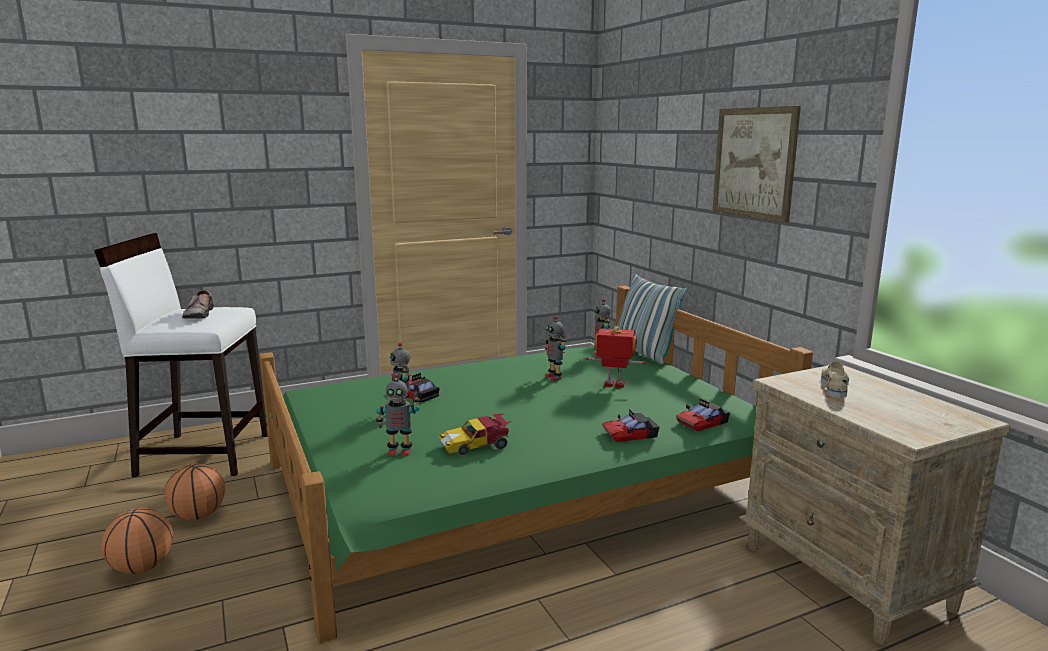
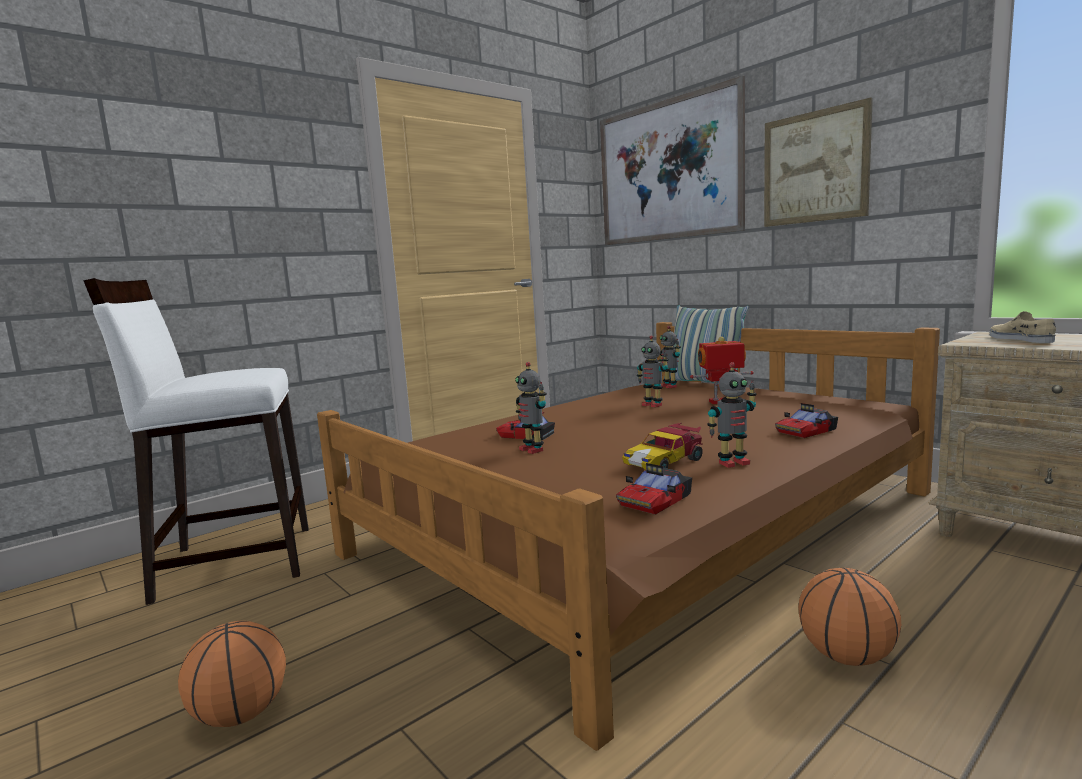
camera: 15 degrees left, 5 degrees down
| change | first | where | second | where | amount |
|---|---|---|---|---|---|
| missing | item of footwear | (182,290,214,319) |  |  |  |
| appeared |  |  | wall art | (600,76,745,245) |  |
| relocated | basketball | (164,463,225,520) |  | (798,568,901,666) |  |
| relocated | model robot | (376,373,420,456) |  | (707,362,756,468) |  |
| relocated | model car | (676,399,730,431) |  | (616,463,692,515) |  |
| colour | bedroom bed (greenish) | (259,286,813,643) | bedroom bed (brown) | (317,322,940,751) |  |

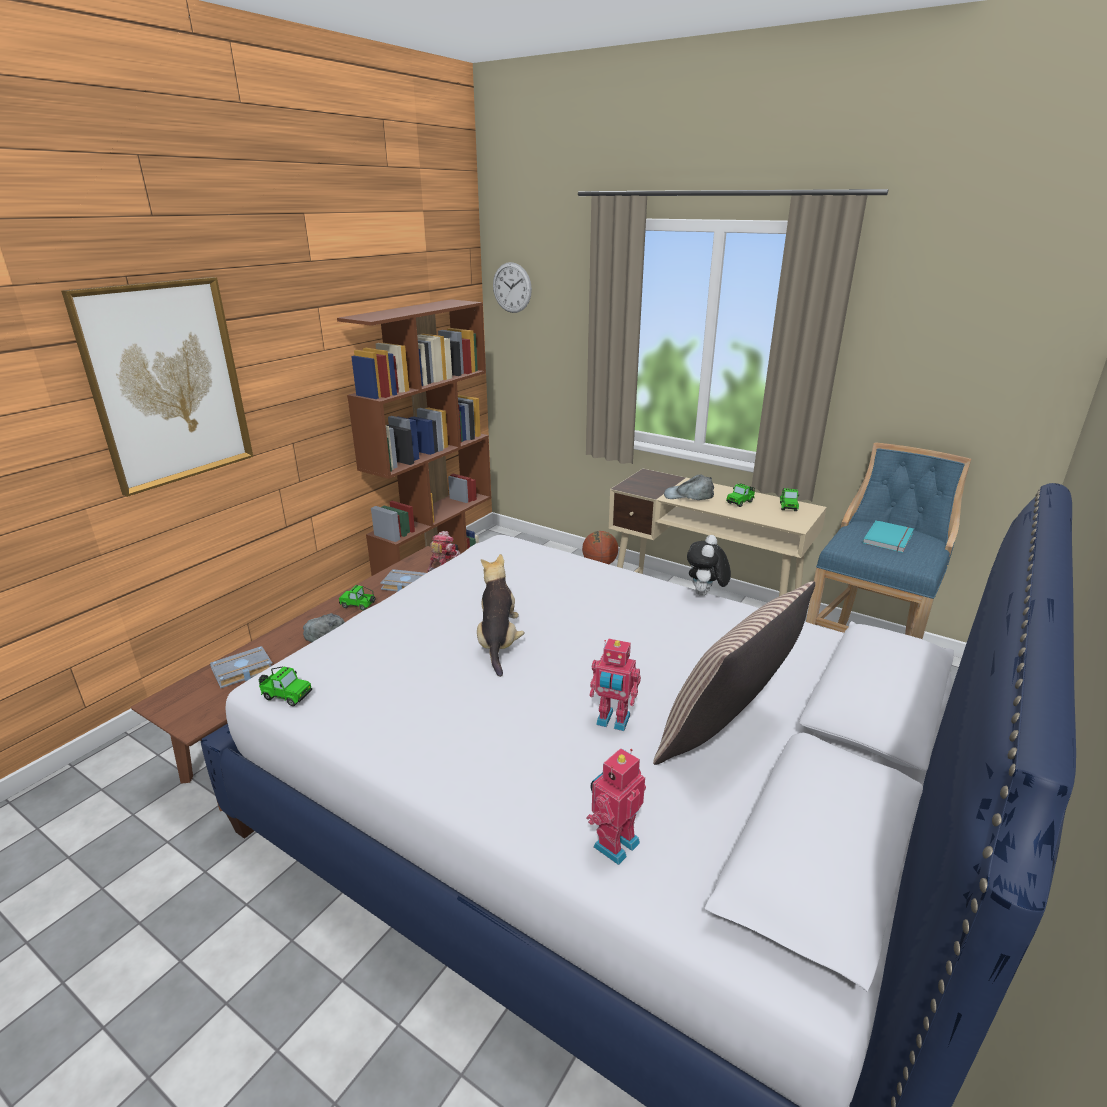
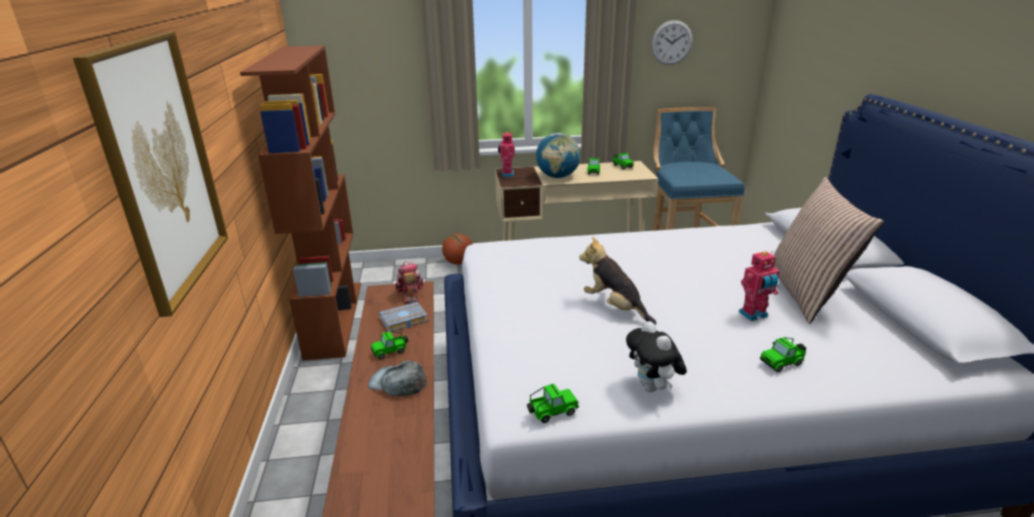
camera: 40 degrees left, 0 degrees up
| change | first | where | second | where | amount |
|---|---|---|---|---|---|
| missing | bound book (greyish) | (210,646,272,688) |  |  |  |
| missing | bound book (blue-green) | (863,520,914,553) |  |  |  |
| appeared |  |  | model car | (760,337,806,372) |  |
| relocated | clock on the wall | (493,262,532,313) |  | (651,20,692,65) |  |
| relocated | model robot | (586,748,646,865) |  | (498,131,515,177) |  |
| relocated | cuddly toy | (687,535,731,596) |  | (626,321,687,392) |  |
| exchanged | cap (greyish) | (664,474,714,500) | globe | (536,133,581,178) |  |

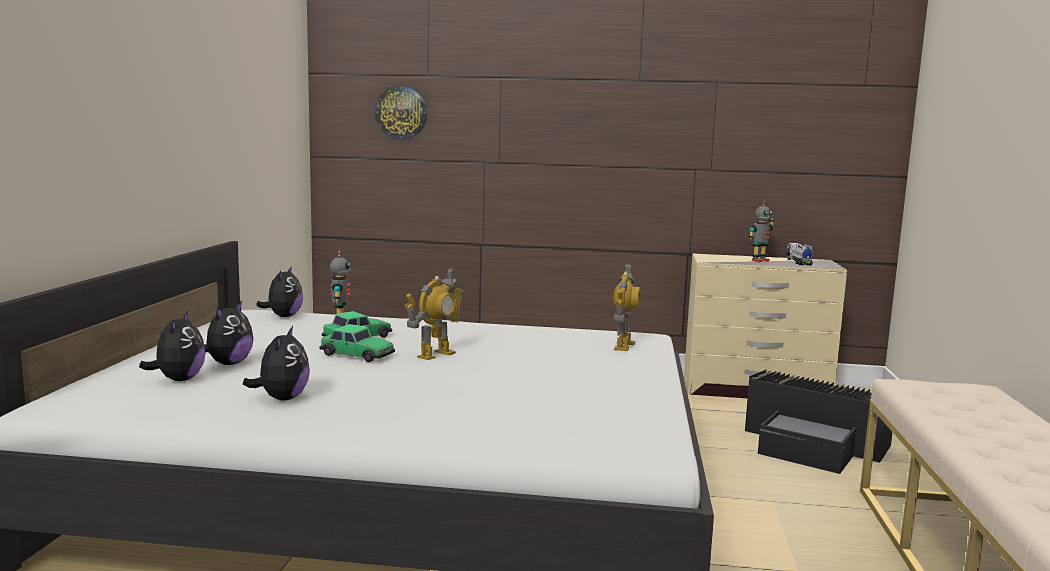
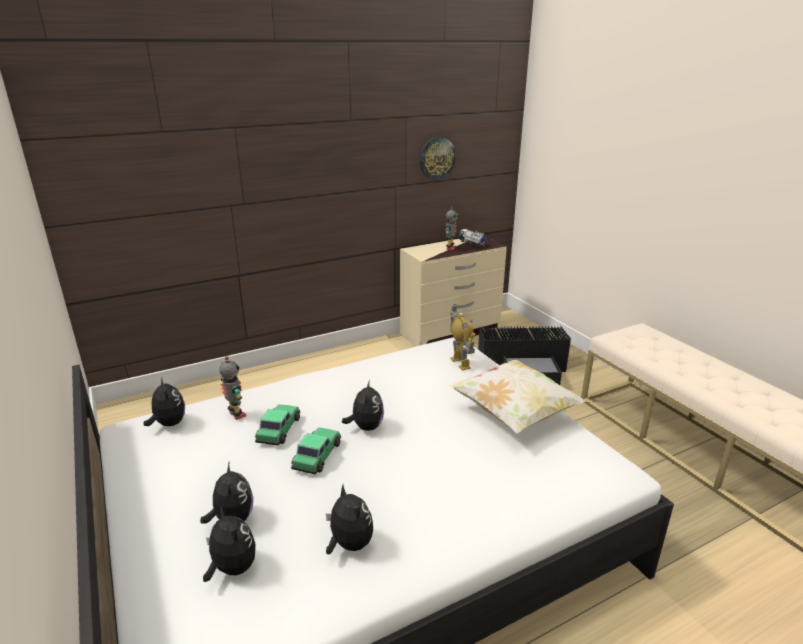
camera: 35 degrees left, 15 degrees up
| change | first | where | second | where | amount |
|---|---|---|---|---|---|
| appeared |  |  | throw pillow | (449,360,586,434) |  |
| relocated | clock on the wall | (375,86,427,140) |  | (419,137,456,180) |  |
| exchanged | model robot | (405,268,465,360) | cuddly toy | (342,379,384,431) |  |
| spun | model car | (319,324,395,362) |  | (291,427,341,474) | 60 degrees counterclockwise |

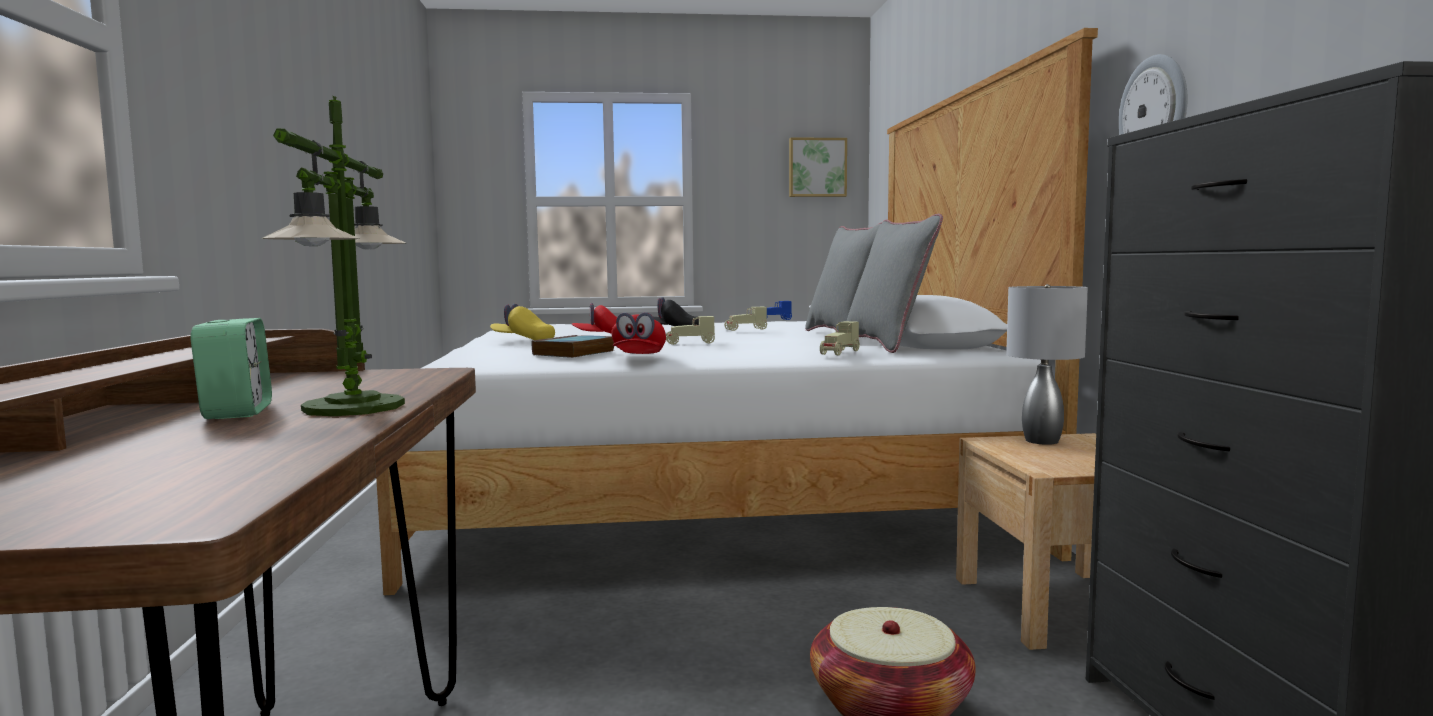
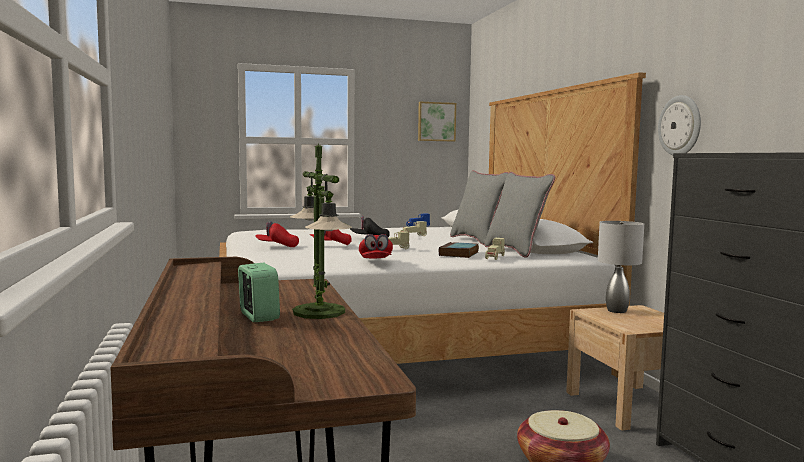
camera: 10 degrees left, 0 degrees up
| change | first | where | second | where | amount |
|---|---|---|---|---|---|
| relocated | bound book | (532,335,615,358) |  | (439,242,479,258) |  |
| colour | cap (yellow-coloured) | (490,304,555,340) | cap (red) | (255,221,299,247) |  |

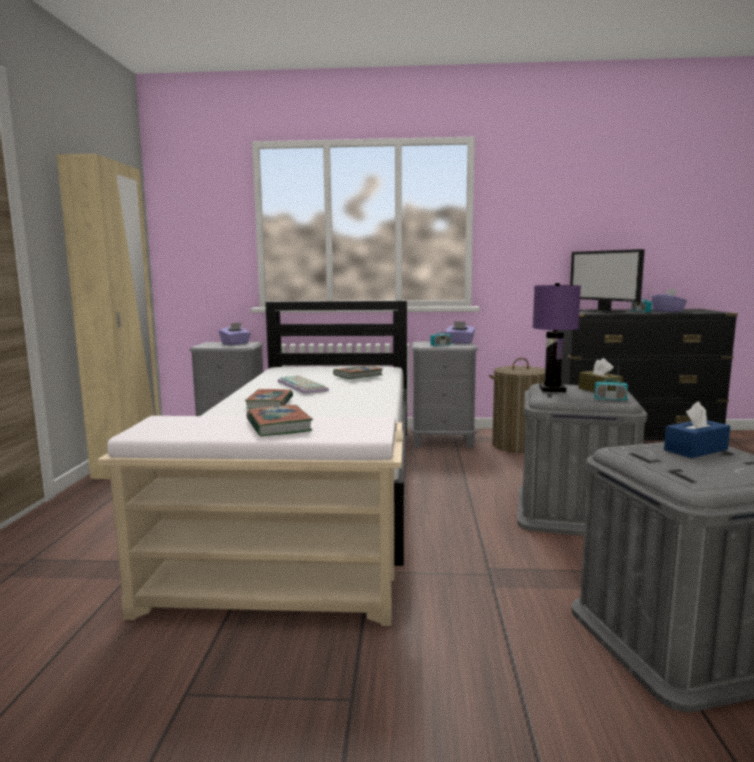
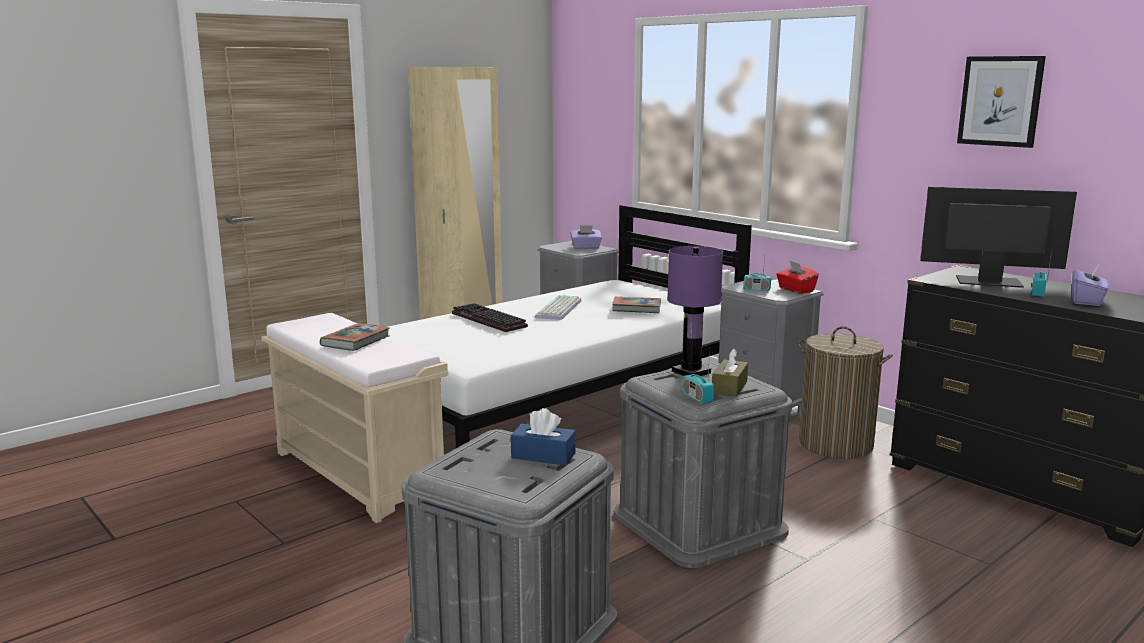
camera: 45 degrees right, 5 degrees up
| change | first | where | second | where | amount |
|---|---|---|---|---|---|
| appeared |  |  | wall art | (957,56,1046,148) |  |
| exchanged | bound book | (245,389,293,409) | computer keyboard | (452,303,528,332) |  |
| colour | tissue box (purple-coloured) | (445,321,475,344) | tissue box (red) | (776,261,819,294) |  |
| spun | computer screen | (570,249,645,313) |  | (920,186,1077,288) | 90 degrees clockwise |

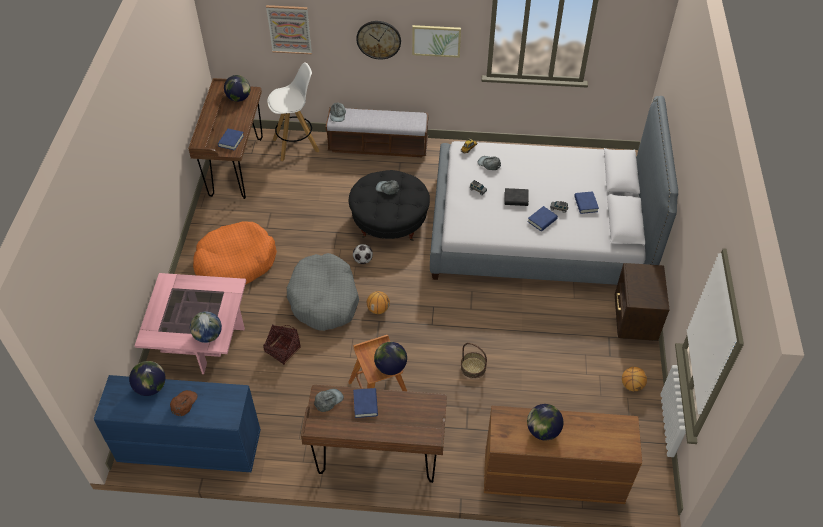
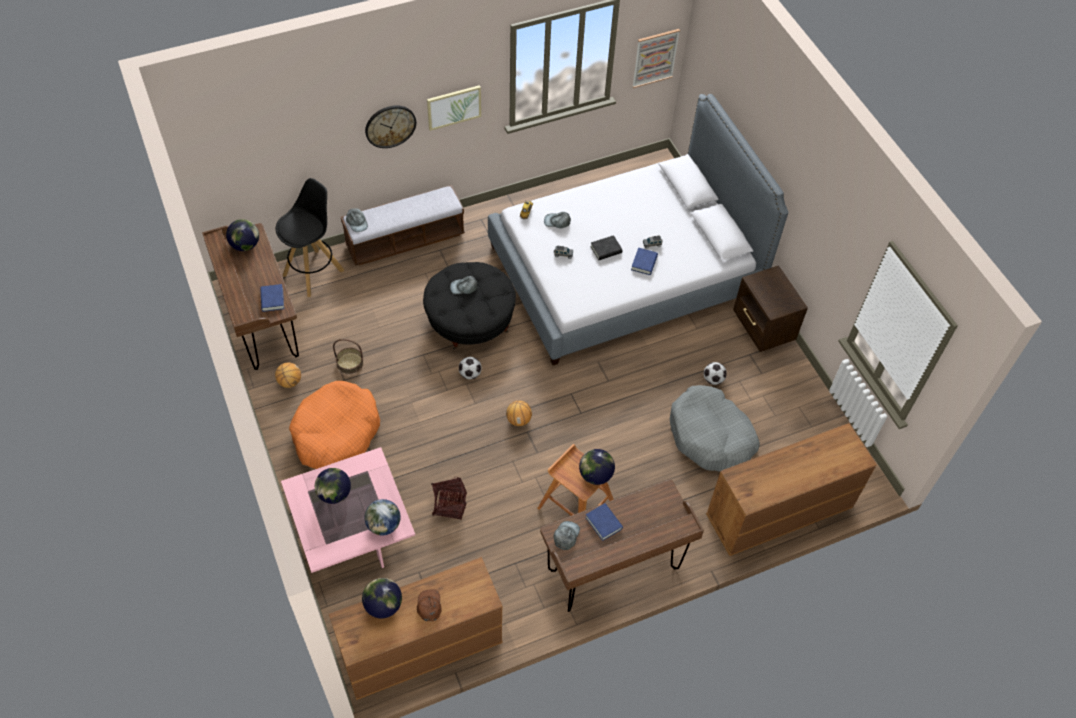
camera: 30 degrees left, 5 degrees up
| change | first | where | second | where | amount |
|---|---|---|---|---|---|
| missing | bound book (blue) | (574,191,599,214) |  |  |  |
| appeared |  |  | ball for football | (704,362,727,385) |  |
| relocated | wall art | (266,5,312,54) |  | (632,29,680,88) |  |
| relocated | dog cushion (greyish) | (287,253,359,331) |  | (670,385,760,472) |  |
| relocated | basket | (461,343,487,379) |  | (333,339,363,374) |  |
| relocated | globe | (527,404,563,440) |  | (315,468,351,504) |  |
| relocated | basketball | (622,367,647,391) |  | (275,362,301,388) |  |
| colour | dresser (blue) | (94,375,261,472) | dresser (brown) | (329,557,502,700) |  |
| colour | sitting stool (white) | (267,63,319,161) | sitting stool (blackish) | (276,178,344,297) |  |

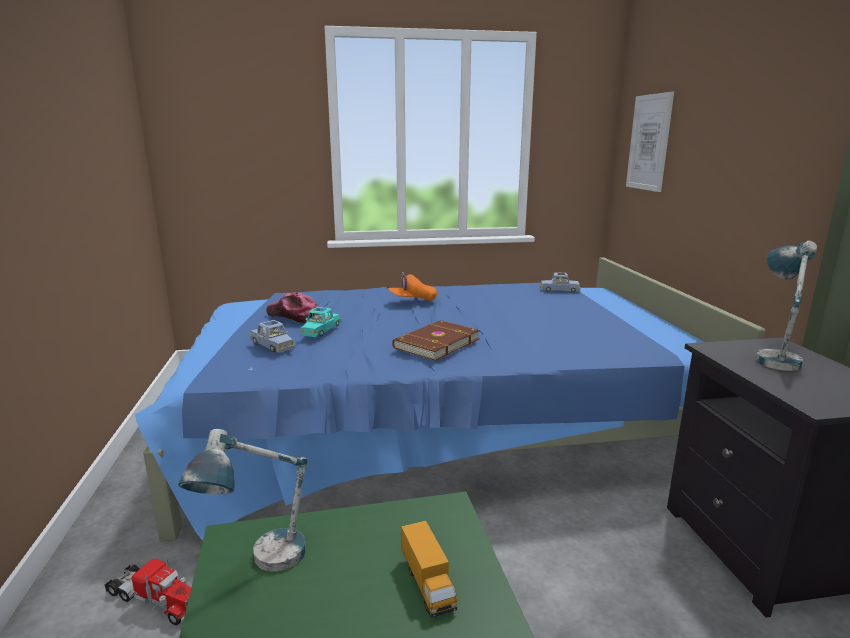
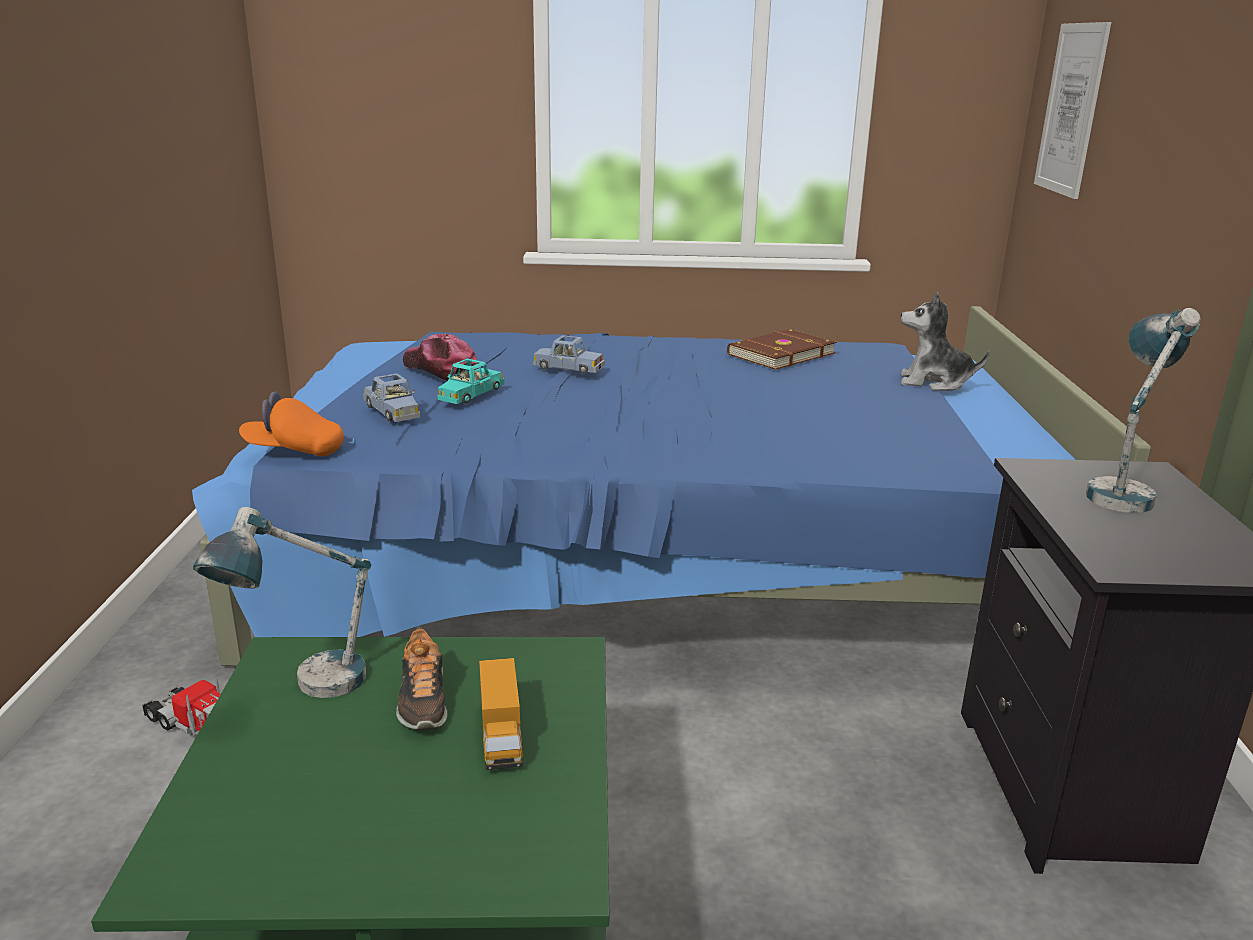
camera: 10 degrees right, 5 degrees up
| change | first | where | second | where | amount |
|---|---|---|---|---|---|
| appeared |  |  | item of footwear | (396,627,448,730) |  |
| appeared |  |  | cuddly toy | (901,292,990,391) |  |
| relocated | cap (orange-coloured) | (388,272,437,301) |  | (239,391,344,456) |  |
| relocated | bound book (brown) | (392,320,480,361) |  | (727,329,836,370) |  |
| relocated | model car (blue) | (541,272,581,293) |  | (533,335,605,374) |  |

